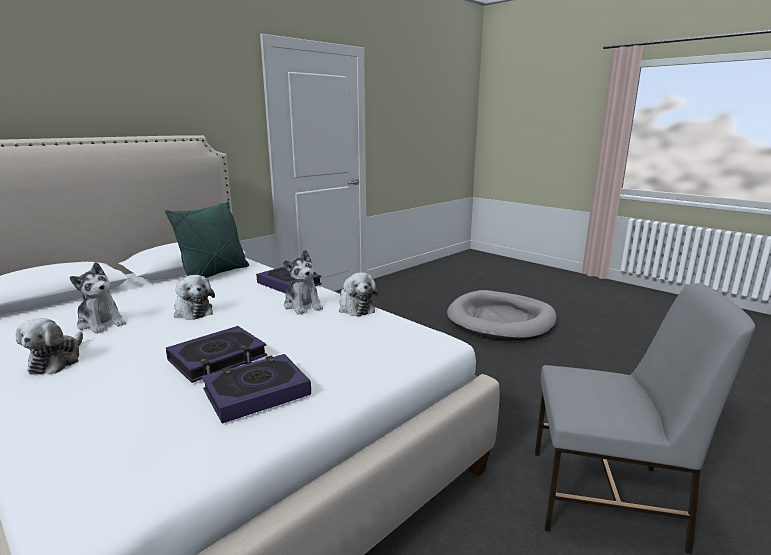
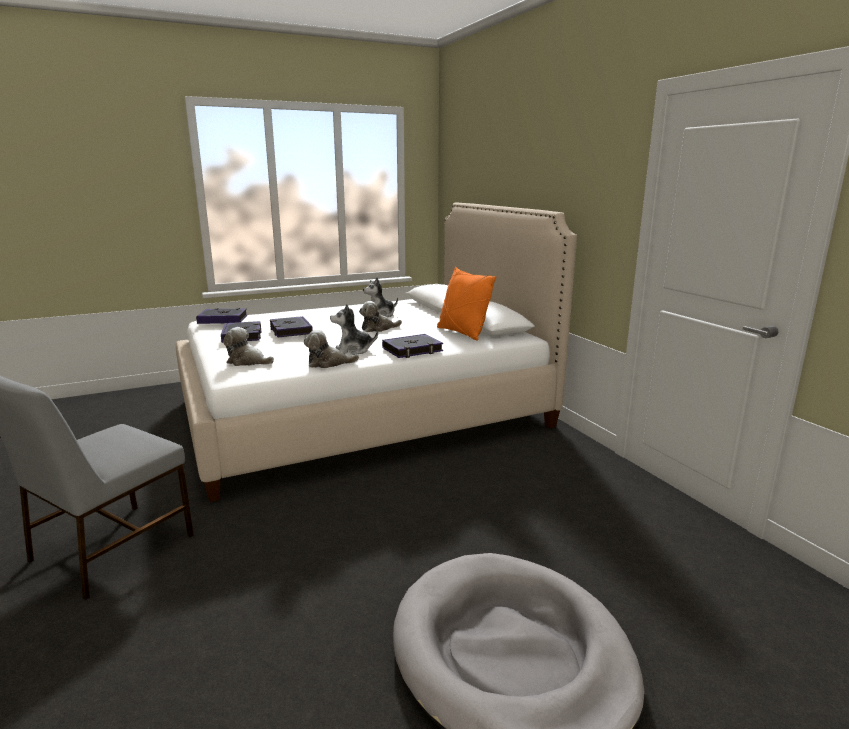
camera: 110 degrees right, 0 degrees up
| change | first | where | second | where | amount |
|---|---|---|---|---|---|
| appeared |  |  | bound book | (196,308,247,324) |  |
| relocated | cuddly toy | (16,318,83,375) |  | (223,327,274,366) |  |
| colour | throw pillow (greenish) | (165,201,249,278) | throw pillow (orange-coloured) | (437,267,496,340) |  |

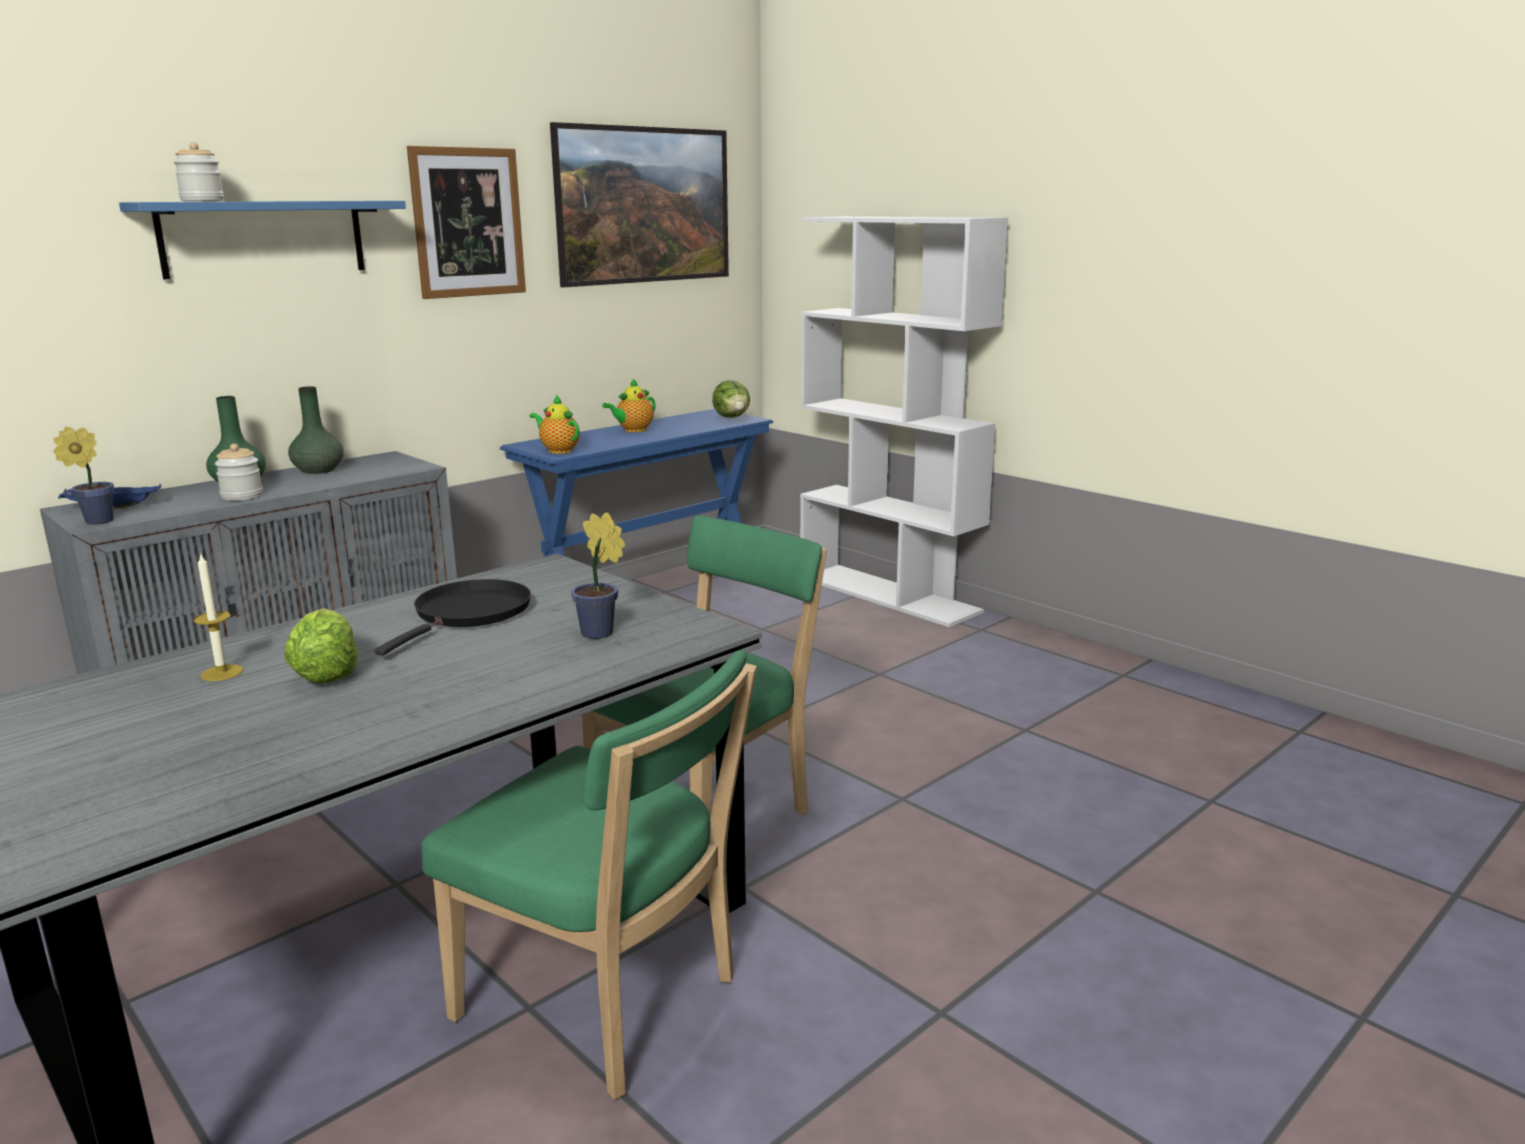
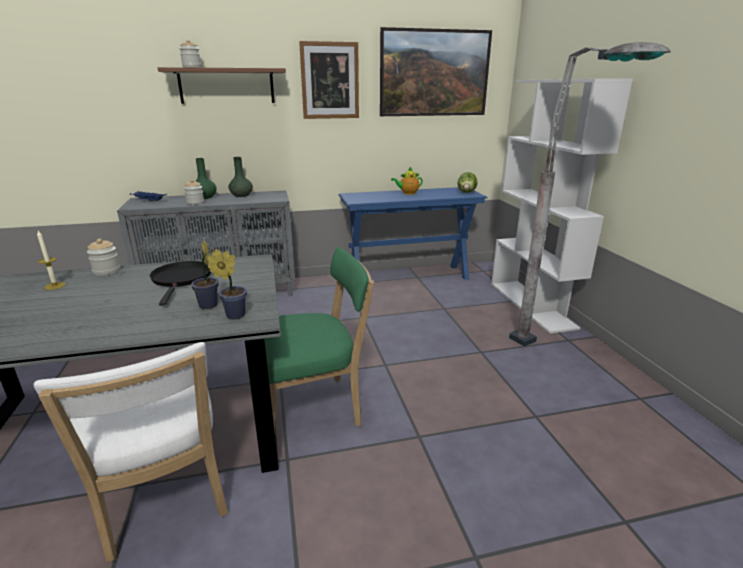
camera: 30 degrees right, 5 degrees up
| change | first | where | second | where | amount |
|---|---|---|---|---|---|
| missing | lettuce head | (284,608,358,683) |  |  |  |
| missing | teapot | (529,395,580,454) |  |  |  |
| appeared |  |  | preserve jar | (87,239,120,276) |  |
| appeared |  |  | standing lamp (greyish) | (509,42,671,347) |  |
| relocated | houseplant | (53,426,114,525) |  | (208,249,247,319) |  |
| colour | wall shelf (blue) | (119,201,406,279) | wall shelf (brown) | (158,67,286,104) |  |
| colour | chair (greenish) | (421,650,757,1100) | chair (white) | (34,342,228,562) |  |
| spun | skillet (blackish) | (375,579,531,656) |  | (150,261,211,306) | 60 degrees counterclockwise |

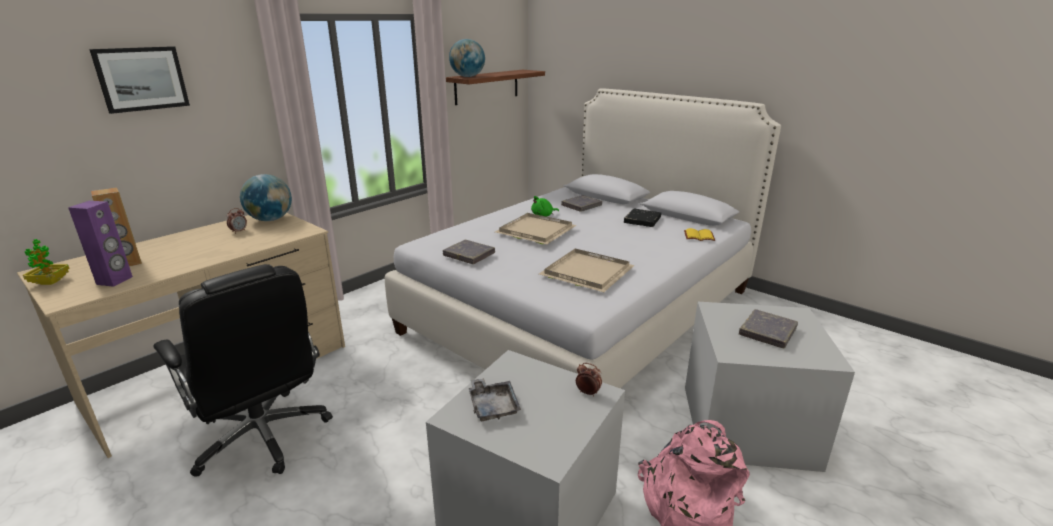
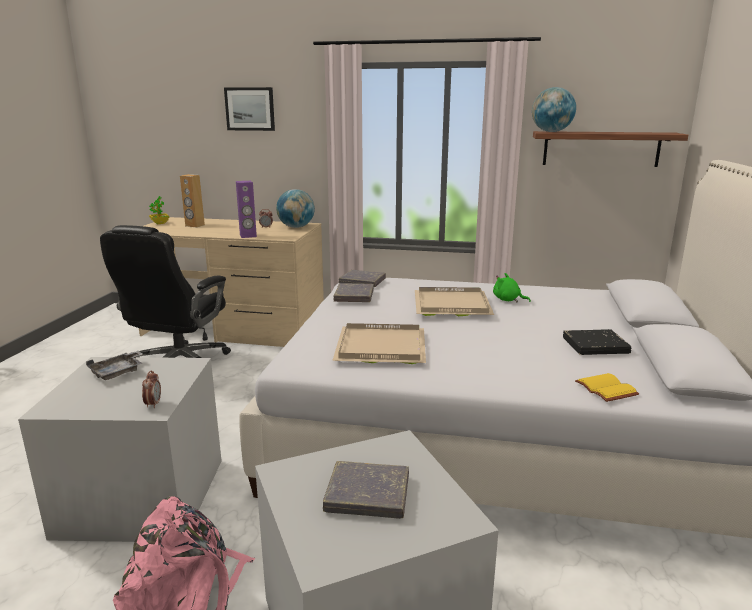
camera: 60 degrees right, 5 degrees down
| change | first | where | second | where | amount |
|---|---|---|---|---|---|
| relocated | audio speaker (purple-coloured) | (68,201,133,287) |  | (236,181,257,238) |  |
| relocated | bound book (greyish) | (561,195,602,212) |  | (339,270,386,287) |  |

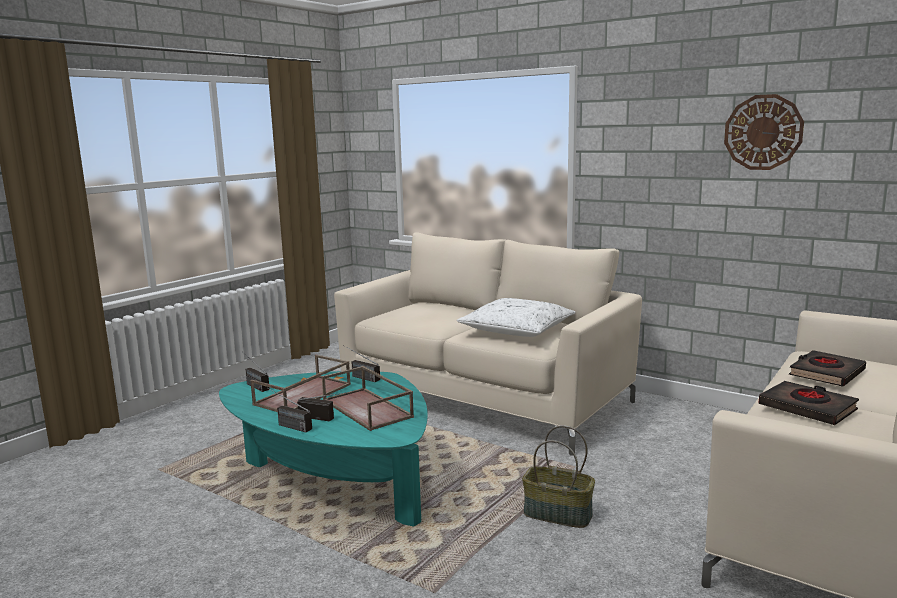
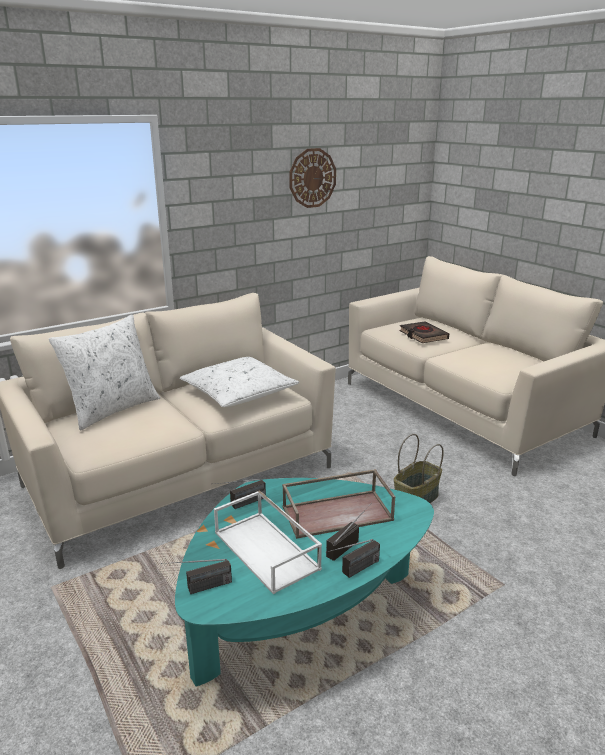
camera: 70 degrees left, 10 degrees up
| change | first | where | second | where | amount |
|---|---|---|---|---|---|
| missing | bound book (blackish) | (758,381,859,425) |  |  |  |
| appeared |  |  | throw pillow (white) | (49,314,160,431) |  |
| colour | serving tray (brown) | (250,354,351,412) | serving tray (white) | (214,490,322,594) |  |

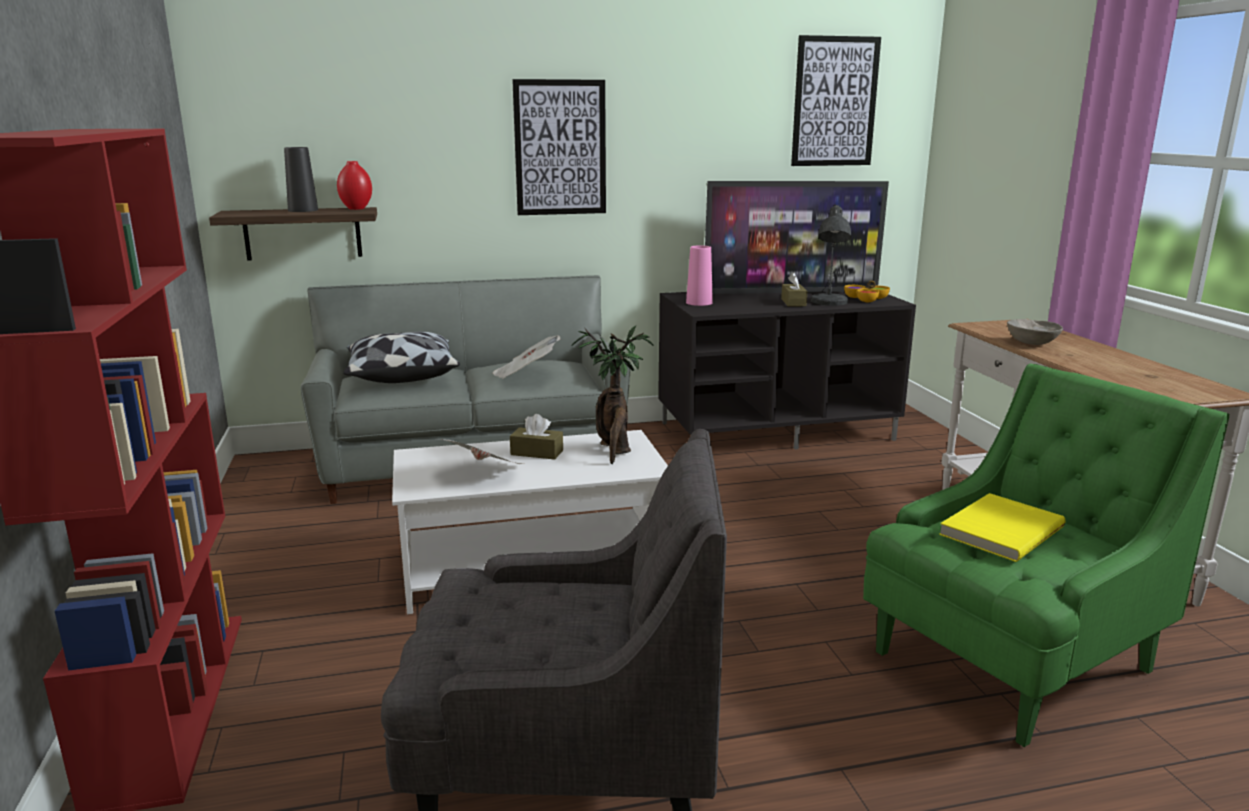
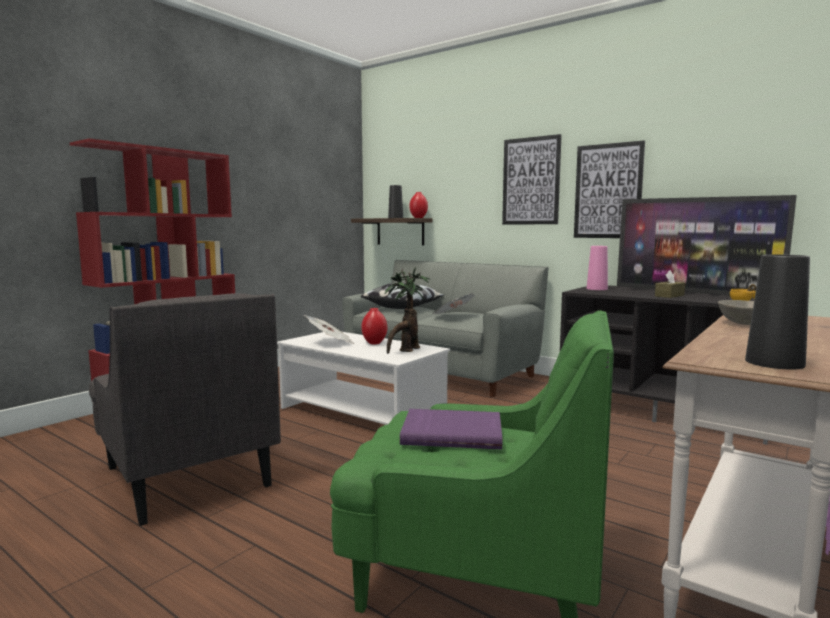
camera: 50 degrees right, 10 degrees down
| change | first | where | second | where | amount |
|---|---|---|---|---|---|
| missing | table lamp (greyish) | (811,205,851,305) |  |  |  |
| appeared |  |  | vase (blackish) | (745,254,810,370) |  |
| relocated | wall art | (791,35,881,166) |  | (574,140,645,238) |  |
| exchanged | tissue box (brown) | (510,414,563,460) | vase (red) | (361,308,387,344) |  |
| colour | bound book (yellow-coloured) | (939,493,1065,562) | bound book (purple-coloured) | (400,409,502,450) |  |

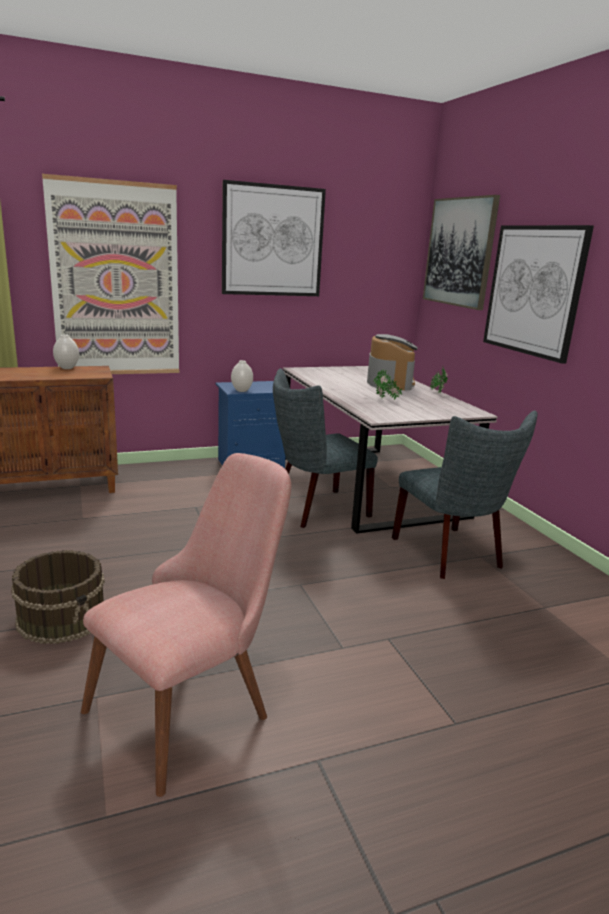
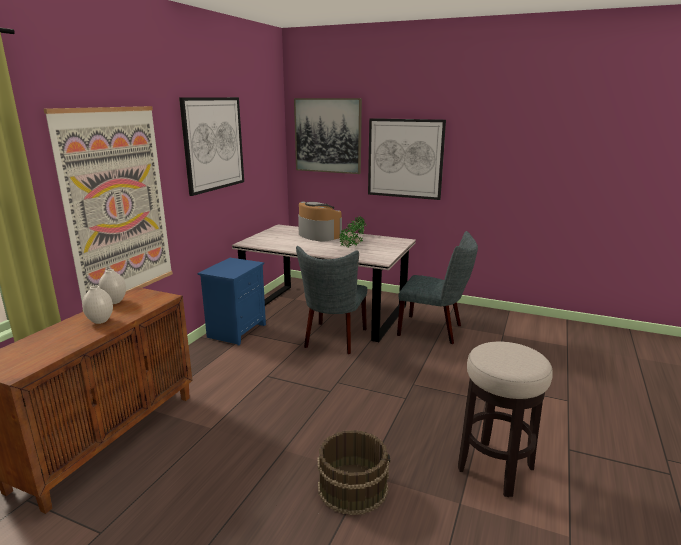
camera: 45 degrees left, 0 degrees up
| change | first | where | second | where | amount |
|---|---|---|---|---|---|
| relocated | vase (white) | (231,360,253,392) |  | (82,286,113,324) |  |
| exchanged | chair (pink) | (81,453,291,797) | sitting stool | (458,342,553,497) |  |

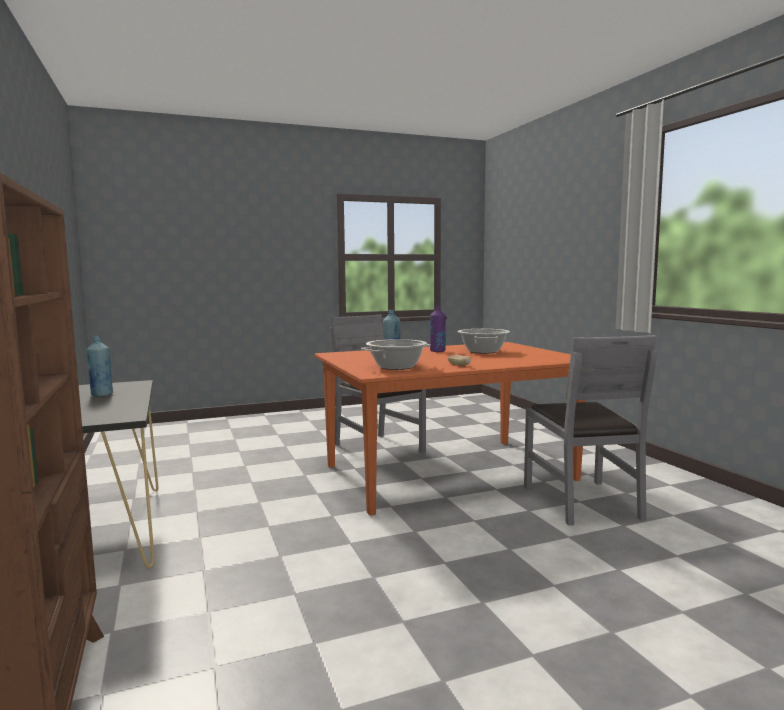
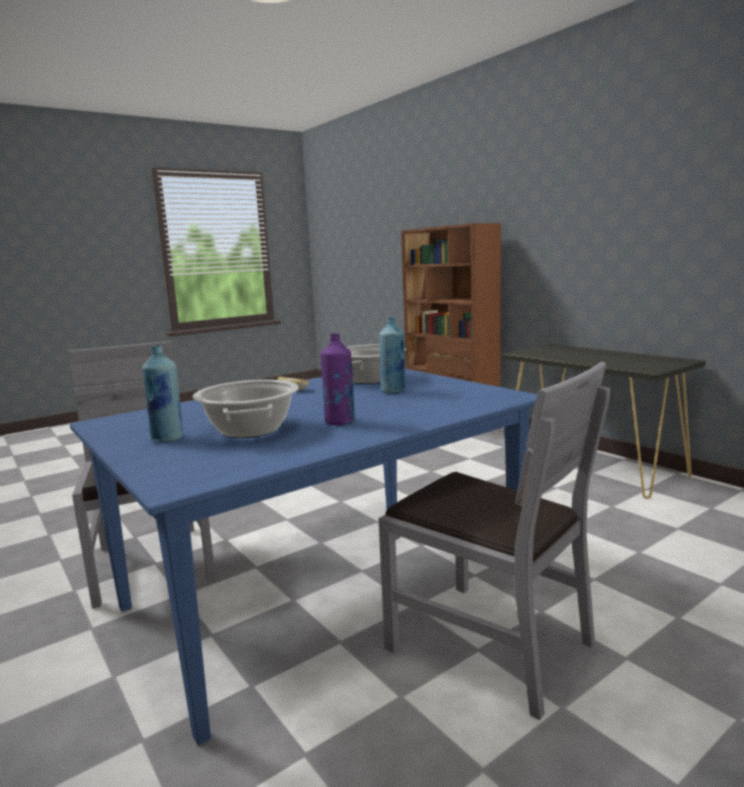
camera: 165 degrees right, 5 degrees up
| change | first | where | second | where | amount |
|---|---|---|---|---|---|
| relocated | bottle (blue) | (87,336,113,397) |  | (142,345,183,442) |  |
| colour | dining table (orange-coloured) | (315,342,586,516) | dining table (blue) | (70,369,537,745) |  |

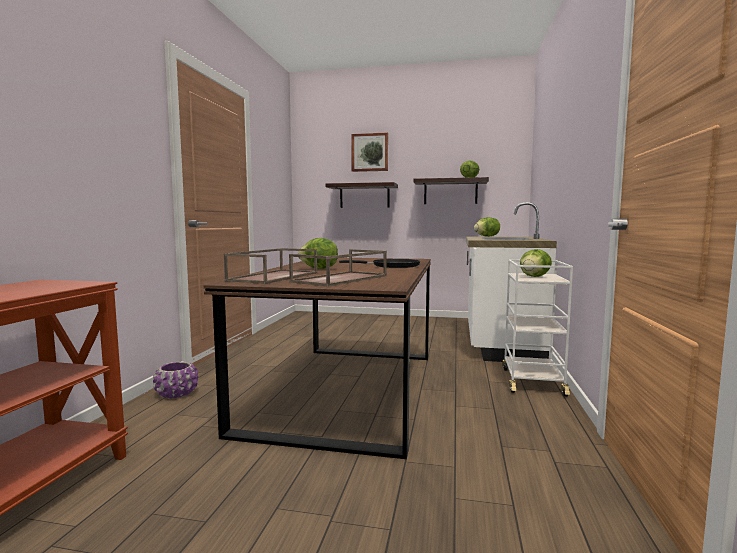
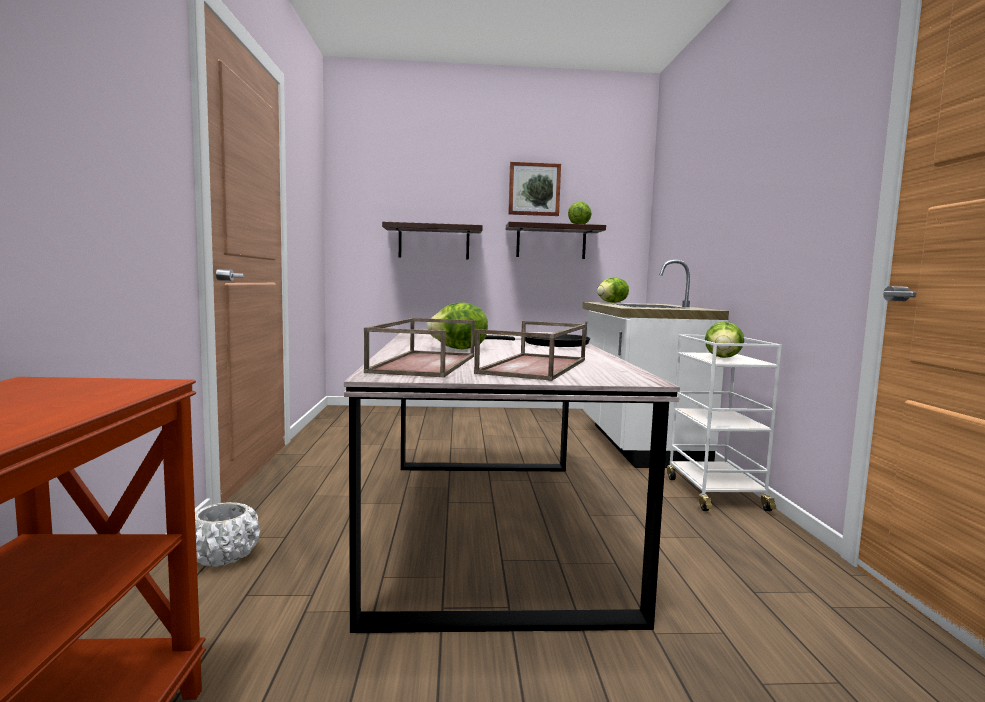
camera: 15 degrees left, 0 degrees up
| change | first | where | second | where | amount |
|---|---|---|---|---|---|
| relocated | wall art | (351,132,388,172) |  | (508,162,561,216) |  |
| colour | plant pot (purple-coloured) | (153,362,198,398) | plant pot (white) | (195,502,260,567) |  |
| colour | dining table (brown) | (204,258,431,459) | dining table (greyish) | (344,329,680,633) |  |

